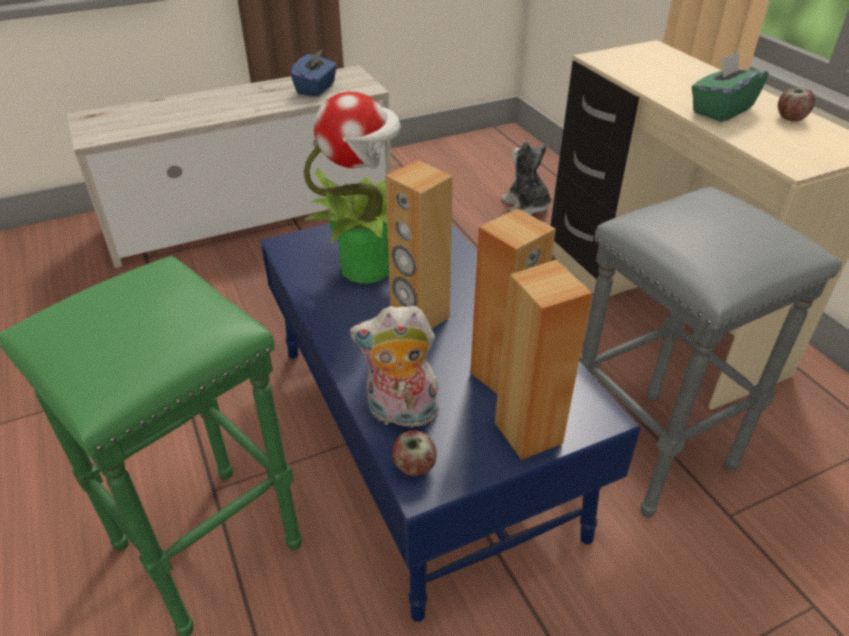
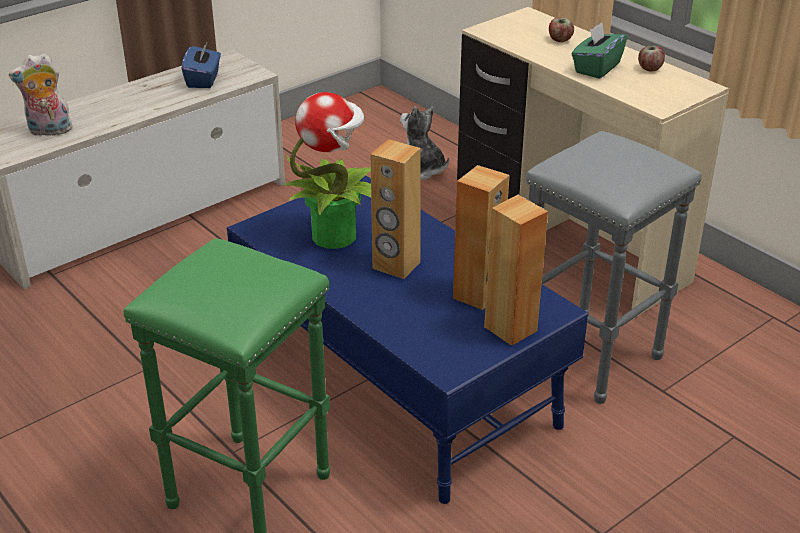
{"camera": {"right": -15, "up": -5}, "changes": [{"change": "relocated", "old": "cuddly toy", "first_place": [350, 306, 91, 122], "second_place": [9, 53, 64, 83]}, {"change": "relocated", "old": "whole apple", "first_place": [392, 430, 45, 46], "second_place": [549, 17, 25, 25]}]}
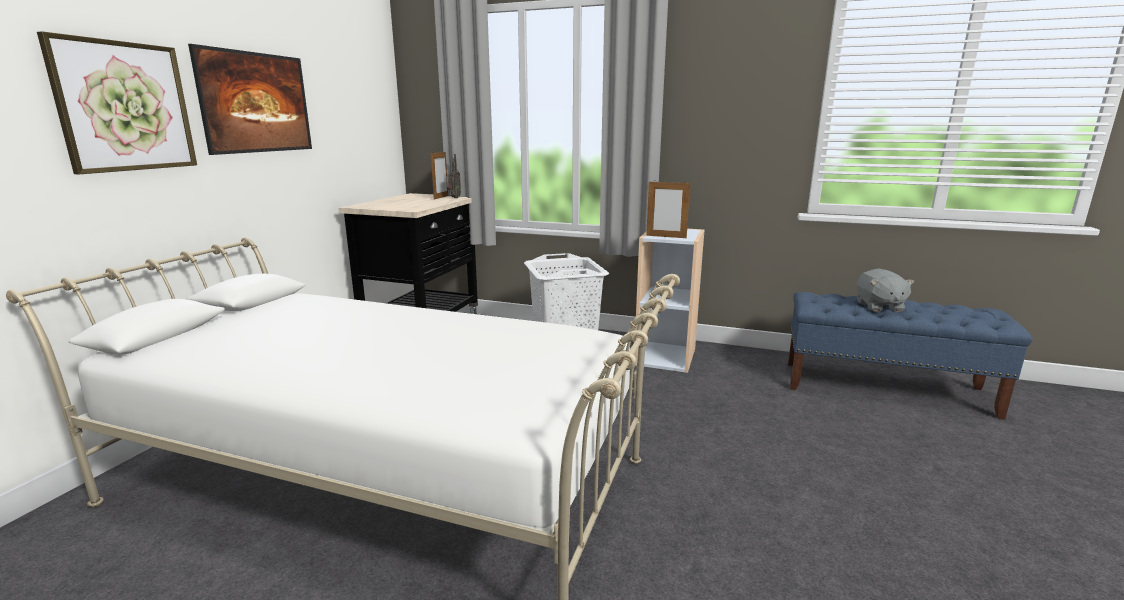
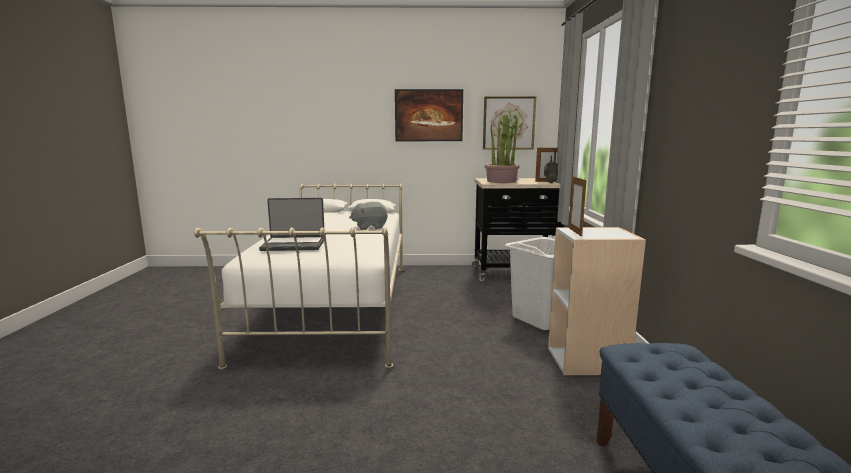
{"camera": {"right": 70, "up": -5}, "changes": [{"change": "appeared", "new": "laptop", "second_place": [259, 198, 65, 53]}, {"change": "relocated", "old": "greyish cuddly toy", "first_place": [857, 269, 58, 43], "second_place": [349, 202, 39, 28]}, {"change": "relocated", "old": "wall picture", "first_place": [37, 31, 160, 143], "second_place": [483, 96, 53, 54]}, {"change": "appeared", "new": "potted plant", "second_place": [485, 115, 35, 68]}]}
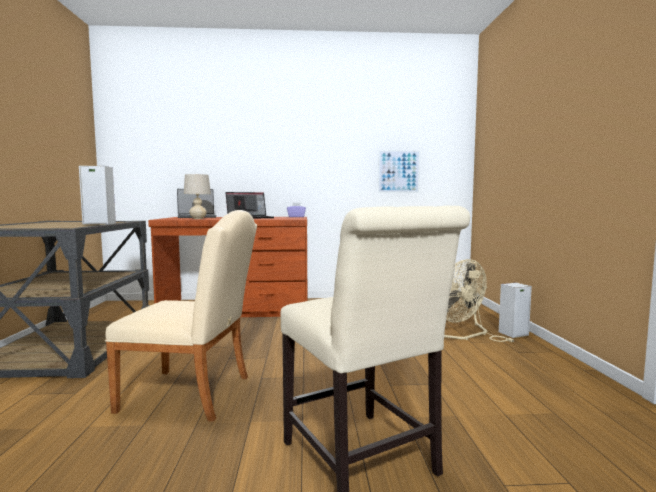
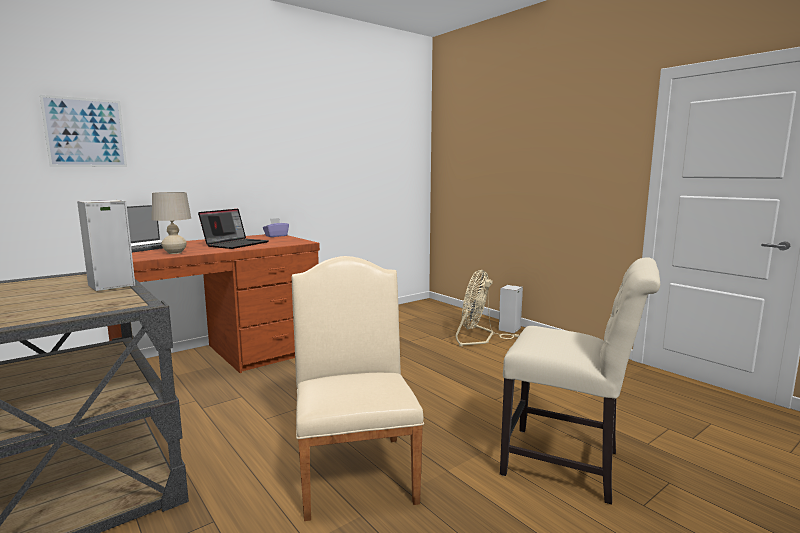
{"camera": {"right": -35, "up": 5}, "changes": [{"change": "relocated", "old": "wall picture", "first_place": [378, 150, 42, 43], "second_place": [40, 95, 87, 72]}, {"change": "spun", "old": "sand-coloured chair", "first_place": [105, 210, 152, 212], "second_place": [292, 256, 132, 265], "degrees": -75}]}
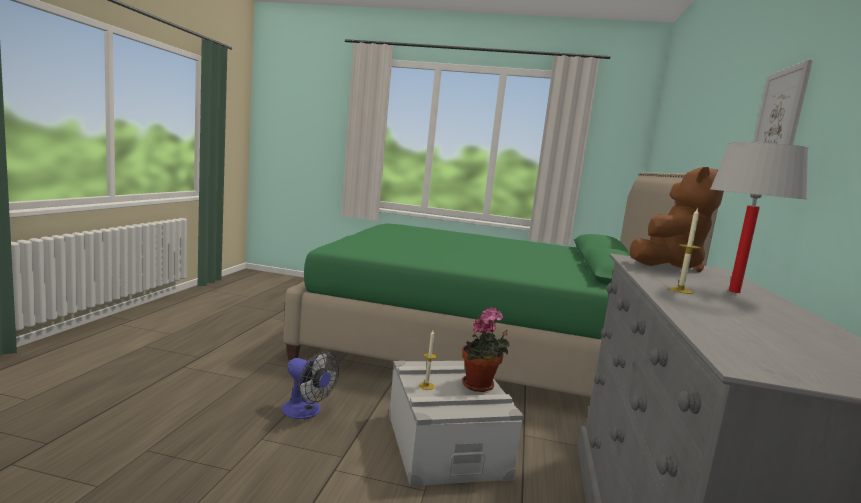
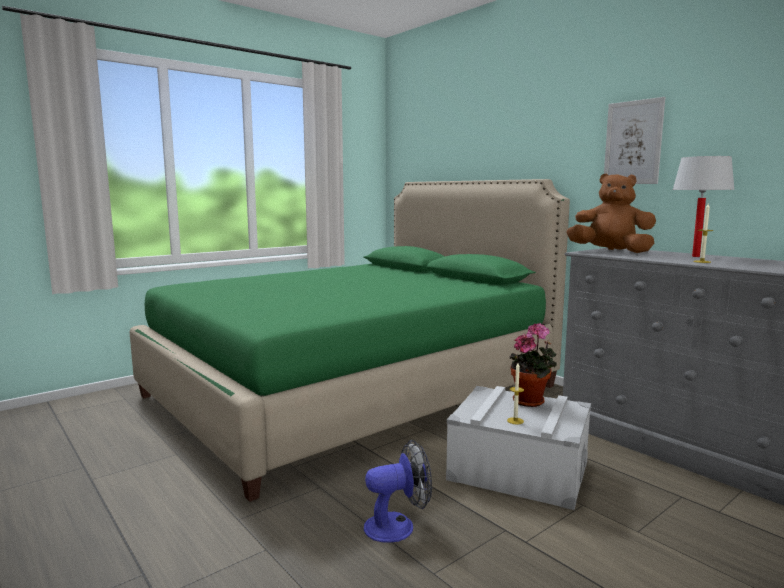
{"camera": {"right": -50, "up": 0}, "changes": [{"change": "spun", "old": "brown-coloured cuddly toy", "first_place": [630, 167, 94, 105], "second_place": [566, 173, 90, 80], "degrees": -60}]}
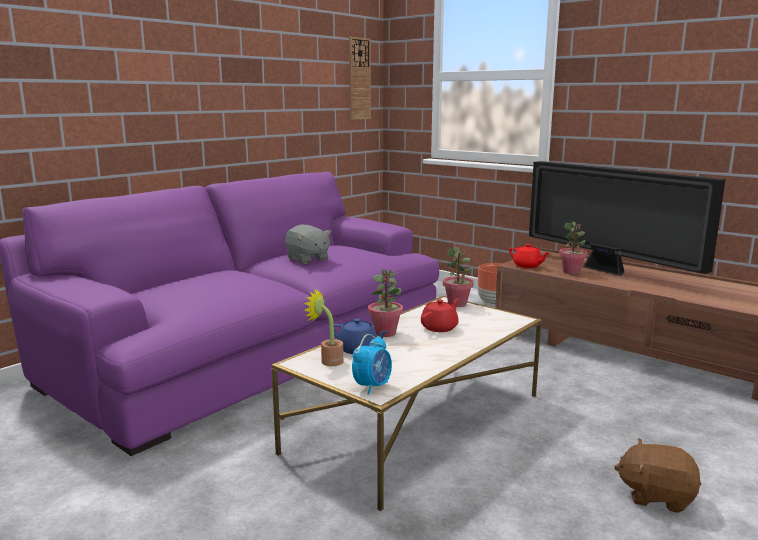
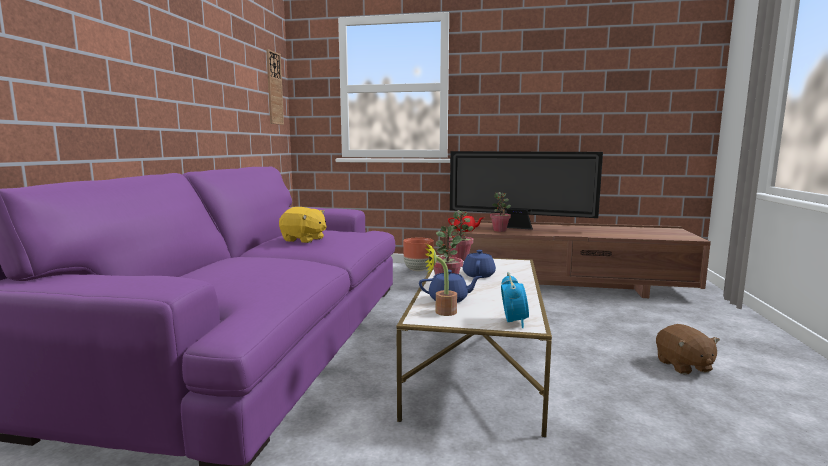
{"camera": {"right": -30, "up": -5}, "changes": [{"change": "colour", "old": "greyish cuddly toy", "new": "yellow cuddly toy", "first_place": [285, 225, 46, 39], "second_place": [279, 207, 47, 36]}, {"change": "colour", "old": "red-coloured teapot", "new": "blue-coloured teapot", "first_place": [421, 298, 38, 34], "second_place": [463, 250, 33, 28]}, {"change": "spun", "old": "brown-coloured cuddly toy", "first_place": [614, 438, 87, 75], "second_place": [656, 324, 64, 51], "degrees": -90}]}
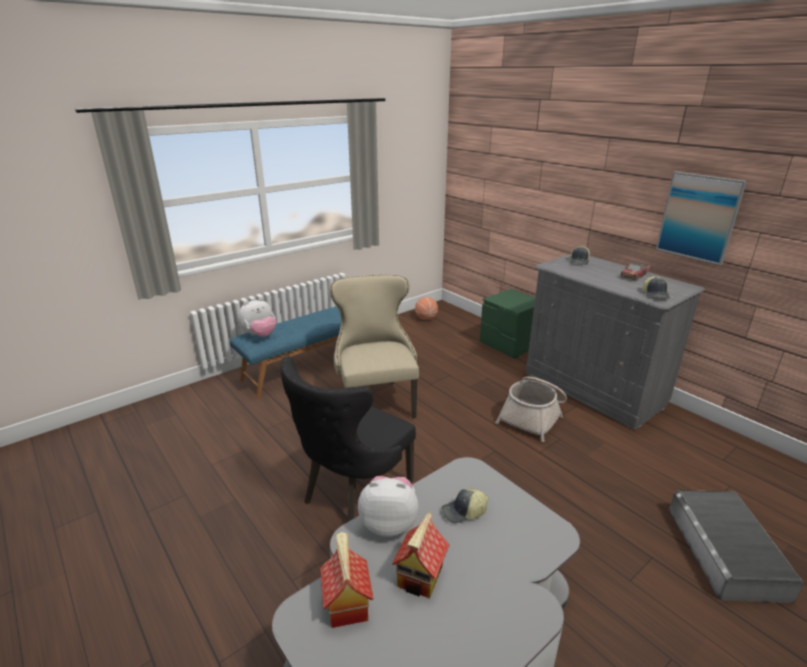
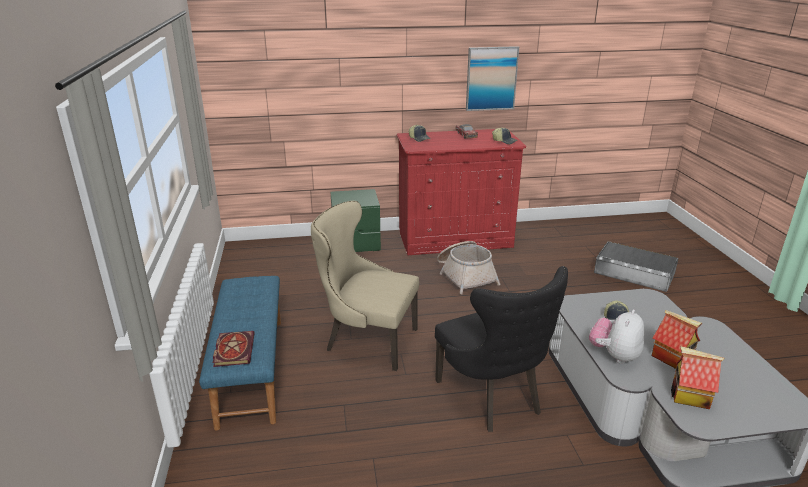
{"camera": {"right": -60, "up": 0}, "changes": [{"change": "exchanged", "old": "cuddly toy", "new": "volume", "first_place": [238, 298, 38, 39], "second_place": [213, 331, 42, 36]}, {"change": "colour", "old": "greyish dresser", "new": "red-coloured dresser", "first_place": [526, 254, 179, 176], "second_place": [396, 129, 130, 126]}, {"change": "missing", "old": "basketball", "first_place": [415, 297, 23, 23]}]}
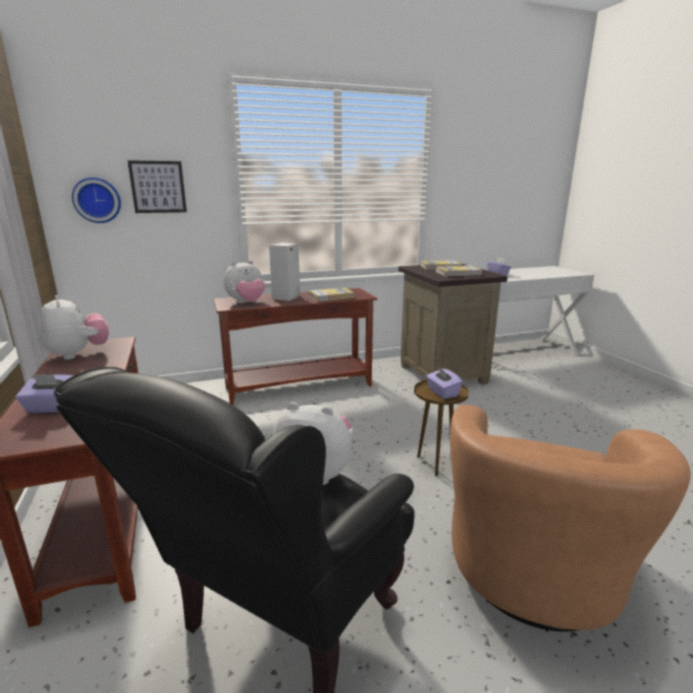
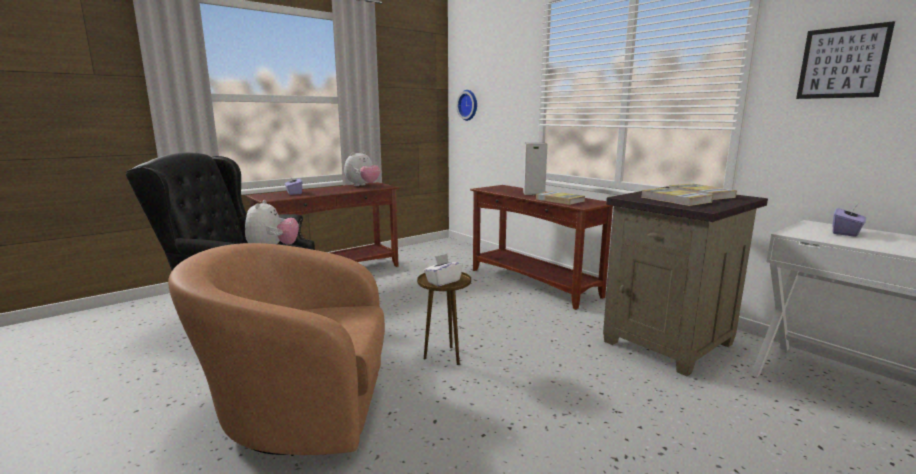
{"camera": {"right": 70, "up": -5}, "changes": [{"change": "colour", "old": "purplish tissue box", "new": "white-coloured tissue box", "first_place": [426, 366, 37, 33], "second_place": [424, 254, 39, 32]}, {"change": "relocated", "old": "wall picture", "first_place": [128, 160, 59, 53], "second_place": [796, 21, 99, 78]}, {"change": "missing", "old": "cuddly toy", "first_place": [224, 260, 41, 43]}]}
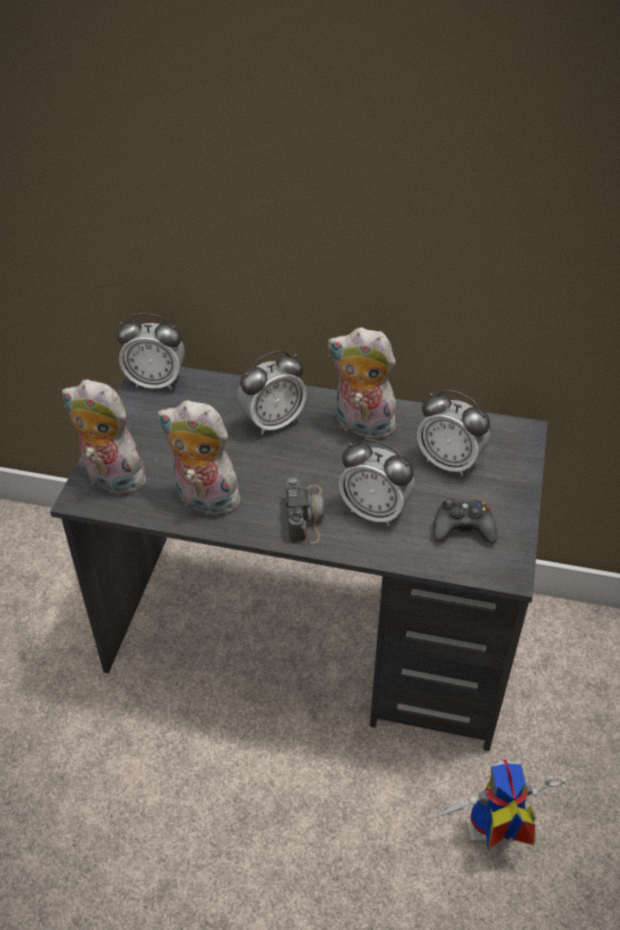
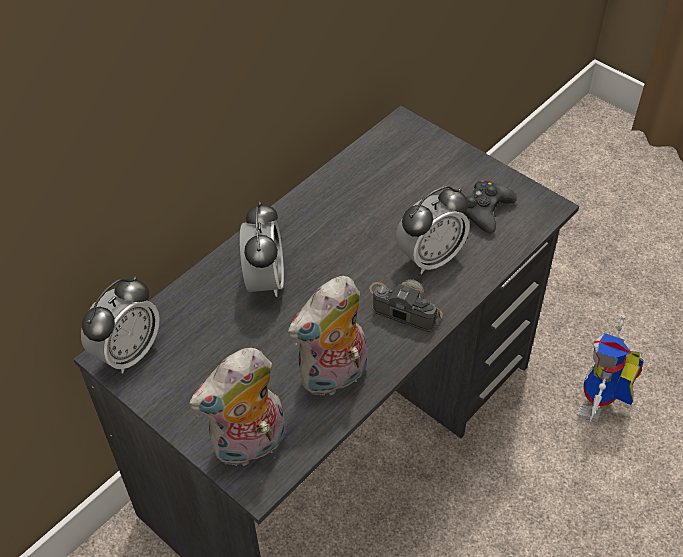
{"camera": {"right": -60, "up": 5}, "changes": [{"change": "missing", "old": "cuddly toy", "first_place": [328, 327, 71, 112]}, {"change": "missing", "old": "alarm clock", "first_place": [417, 390, 73, 86]}]}
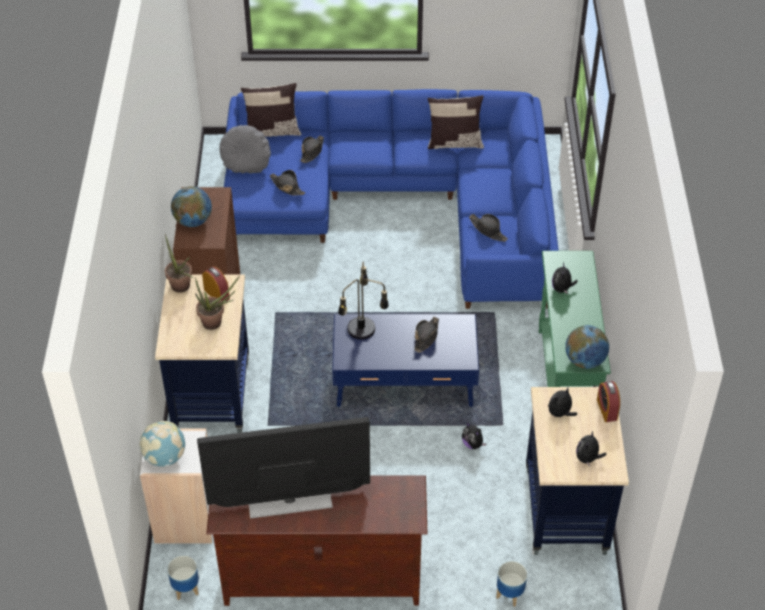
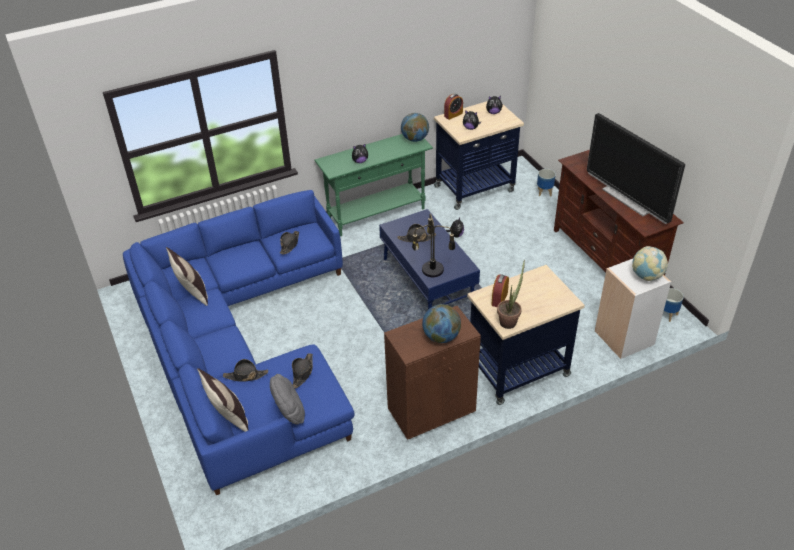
{"camera": {"right": -115, "up": -5}, "changes": [{"change": "missing", "old": "potted plant", "first_place": [195, 275, 45, 55]}]}
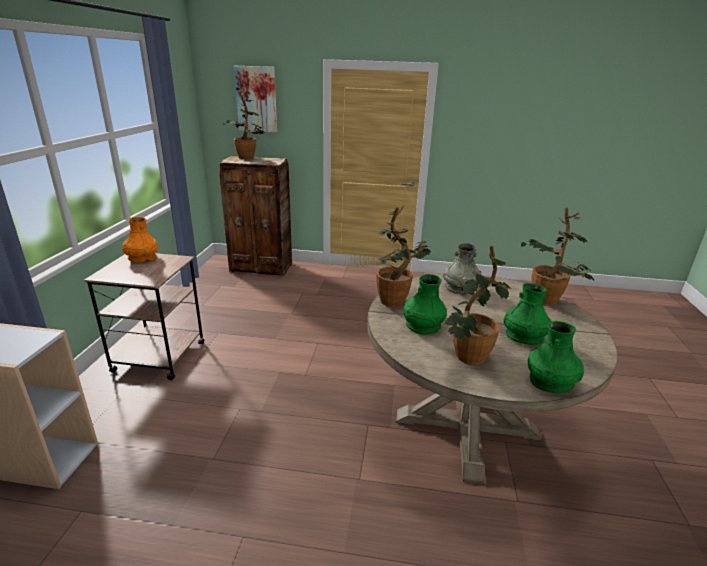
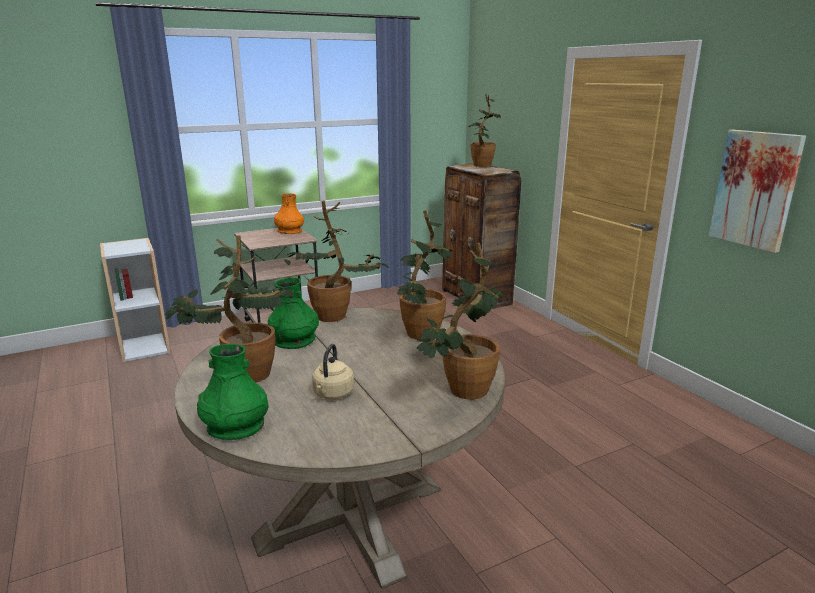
{"camera": {"right": 55, "up": -5}, "changes": [{"change": "exchanged", "old": "green vase", "new": "sand-coloured kettle", "first_place": [504, 283, 47, 62], "second_place": [312, 344, 42, 55]}, {"change": "exchanged", "old": "greyish vase", "new": "potted plant", "first_place": [443, 243, 38, 51], "second_place": [397, 210, 55, 130]}, {"change": "relocated", "old": "wall picture", "first_place": [234, 66, 43, 66], "second_place": [709, 130, 97, 123]}]}
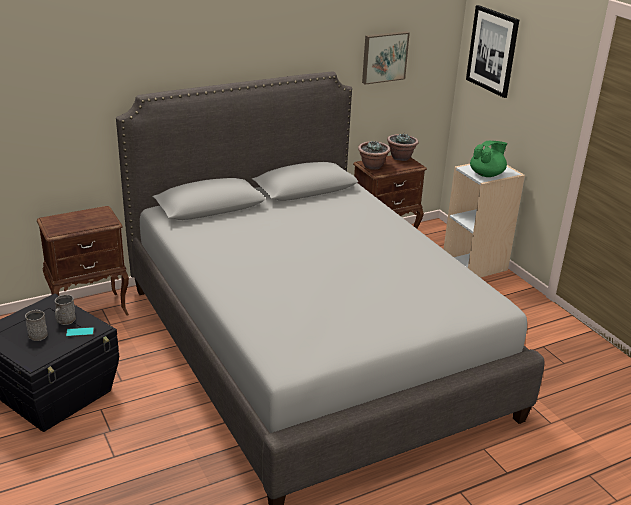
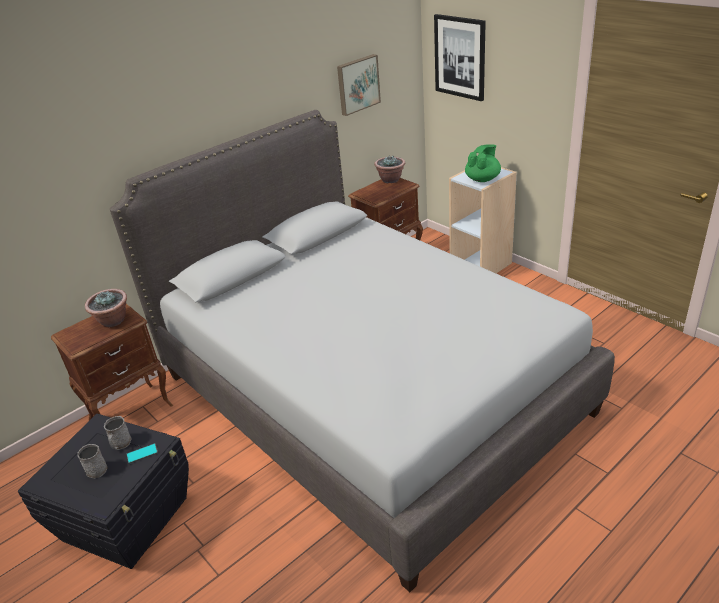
{"camera": {"right": -10, "up": 5}, "changes": [{"change": "relocated", "old": "potted plant", "first_place": [358, 141, 32, 29], "second_place": [85, 289, 42, 38]}]}
